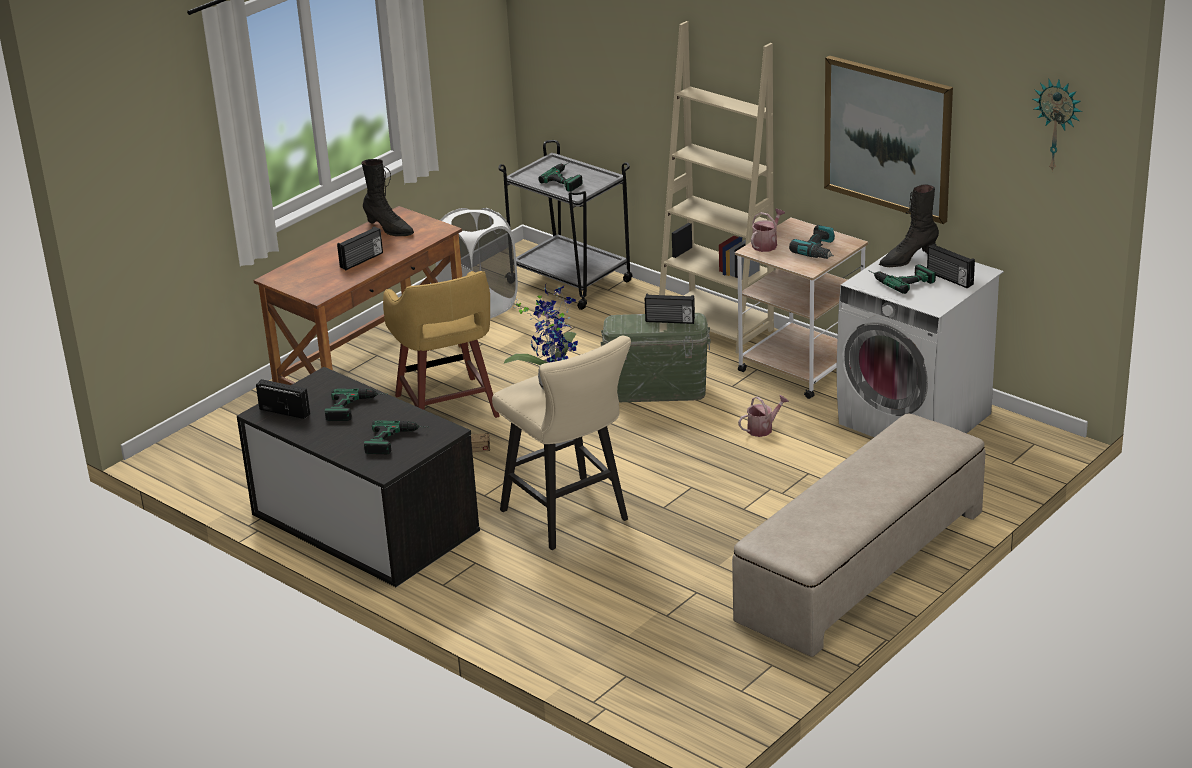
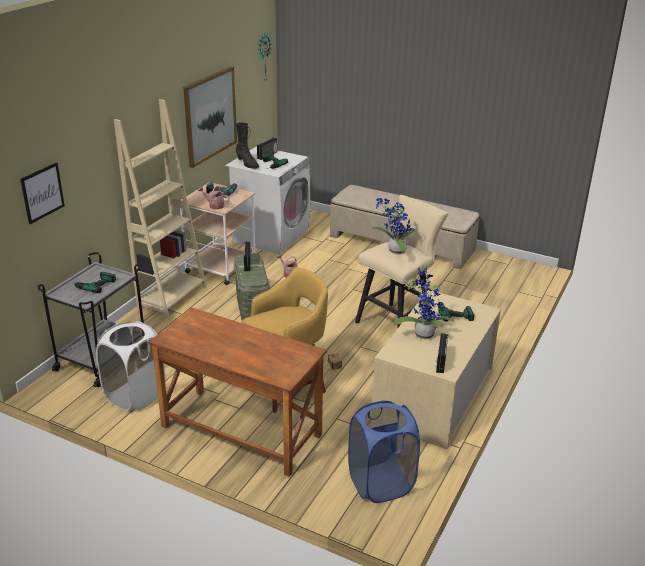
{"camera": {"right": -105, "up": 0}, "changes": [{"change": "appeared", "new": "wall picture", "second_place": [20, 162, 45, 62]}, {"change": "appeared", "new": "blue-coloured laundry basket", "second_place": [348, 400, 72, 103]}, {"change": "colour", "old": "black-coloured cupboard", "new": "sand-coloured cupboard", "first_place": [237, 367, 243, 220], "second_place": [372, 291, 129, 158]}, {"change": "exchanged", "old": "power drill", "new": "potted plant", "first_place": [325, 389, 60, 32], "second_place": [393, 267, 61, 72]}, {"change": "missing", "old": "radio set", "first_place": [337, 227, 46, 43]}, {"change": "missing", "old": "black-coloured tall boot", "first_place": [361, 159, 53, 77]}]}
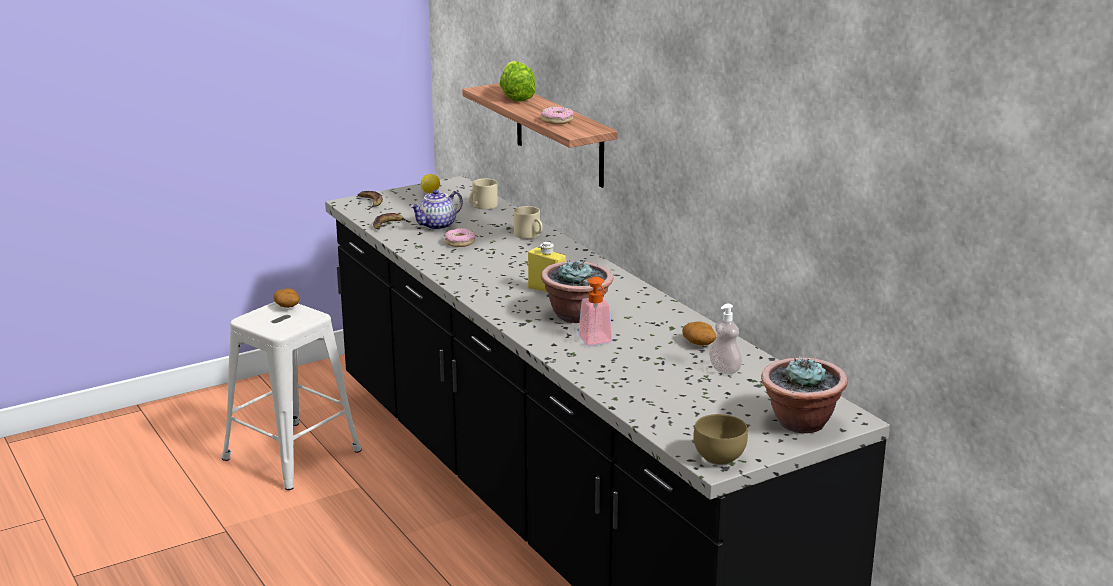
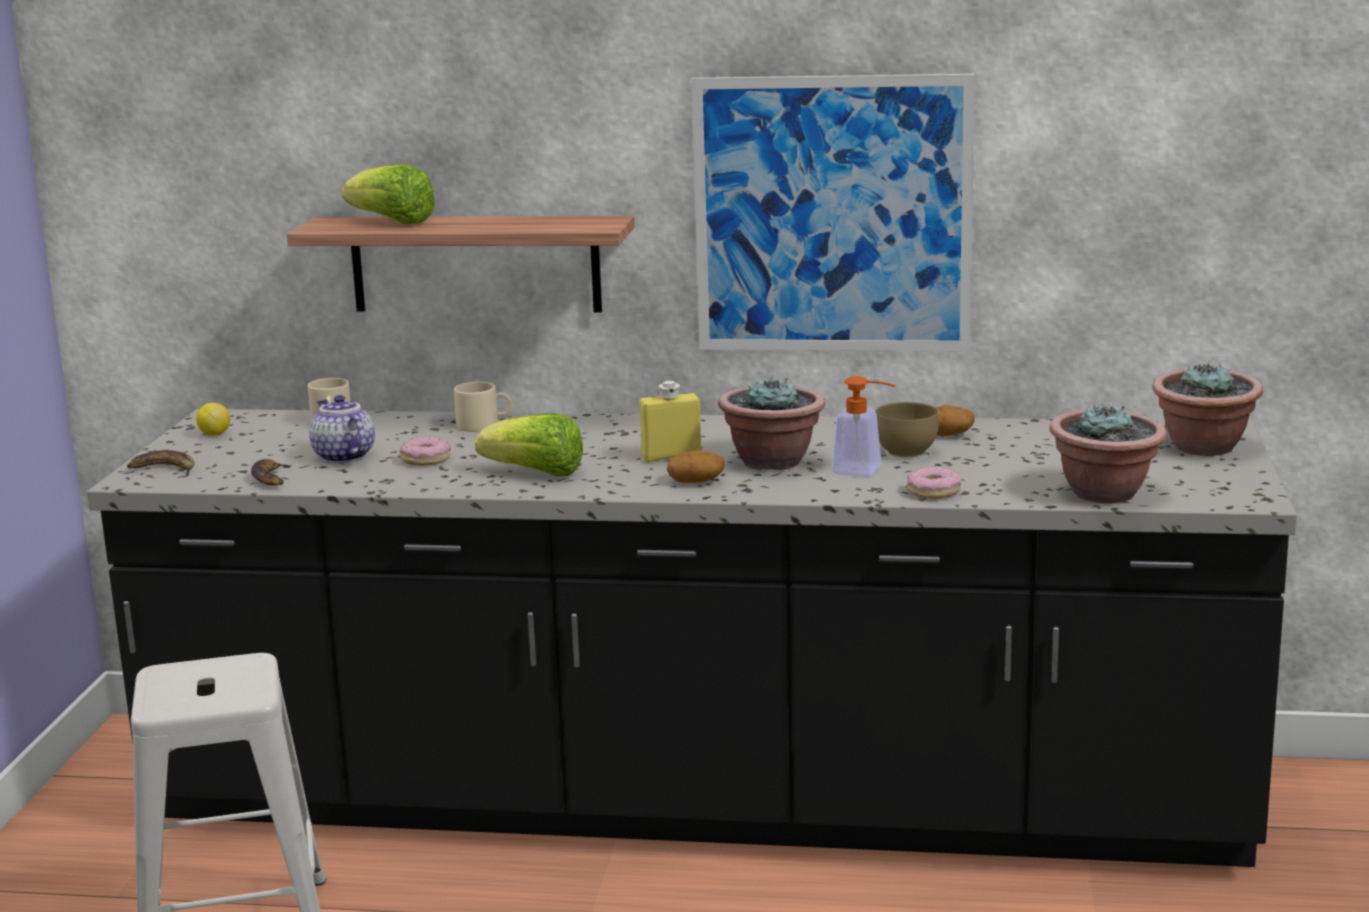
{"camera": {"right": -50, "up": -5}, "changes": [{"change": "spun", "old": "teapot", "first_place": [410, 190, 53, 40], "second_place": [309, 395, 66, 68], "degrees": 150}, {"change": "appeared", "new": "head of lettuce", "second_place": [475, 413, 108, 63]}, {"change": "relocated", "old": "whole potato", "first_place": [274, 288, 25, 20], "second_place": [667, 450, 58, 33]}, {"change": "appeared", "new": "wall picture", "second_place": [691, 74, 284, 278]}, {"change": "relocated", "old": "brown-coloured deep dish", "first_place": [693, 414, 55, 51], "second_place": [876, 402, 63, 55]}, {"change": "relocated", "old": "donut", "first_place": [541, 107, 33, 17], "second_place": [907, 466, 54, 33]}, {"change": "appeared", "new": "potted plant", "second_place": [1049, 402, 118, 101]}, {"change": "missing", "old": "liquid soap bottle", "first_place": [709, 304, 33, 70]}]}
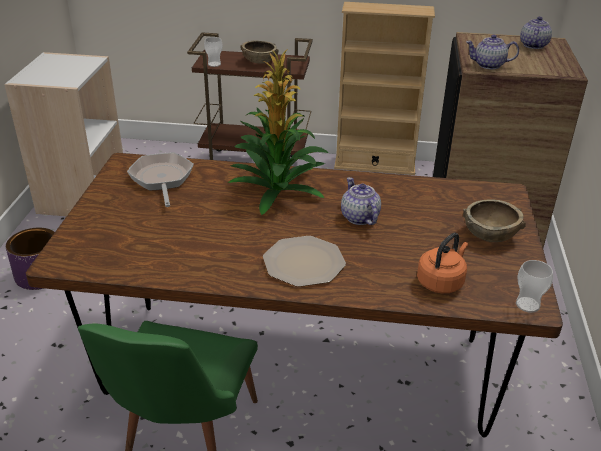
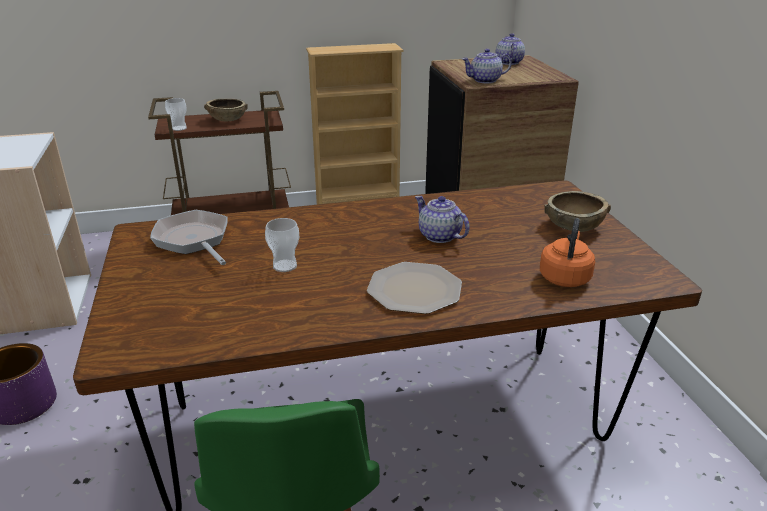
{"camera": {"right": -20, "up": -5}, "changes": [{"change": "relocated", "old": "drinking cup", "first_place": [516, 260, 37, 53], "second_place": [265, 218, 34, 54]}, {"change": "missing", "old": "potted plant", "first_place": [228, 49, 101, 166]}]}
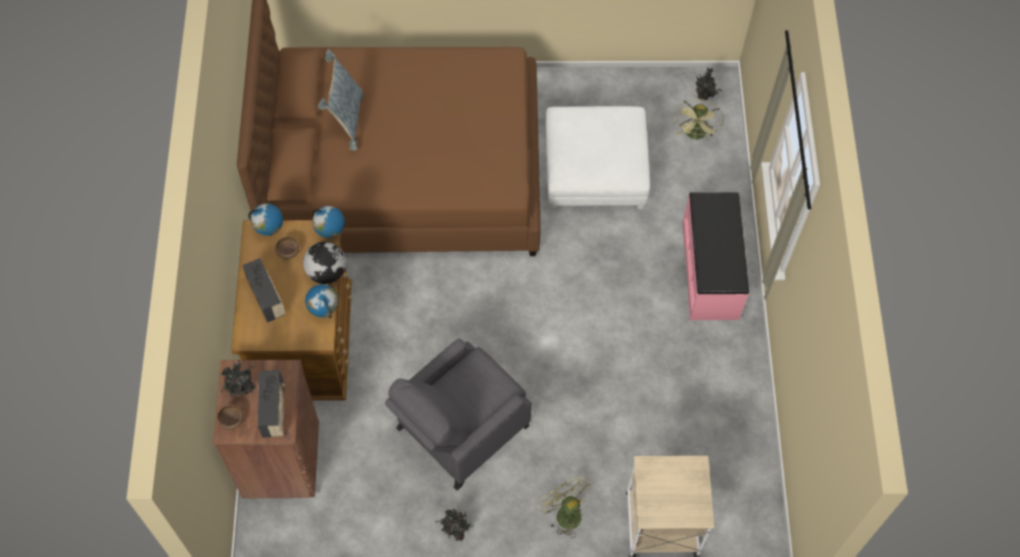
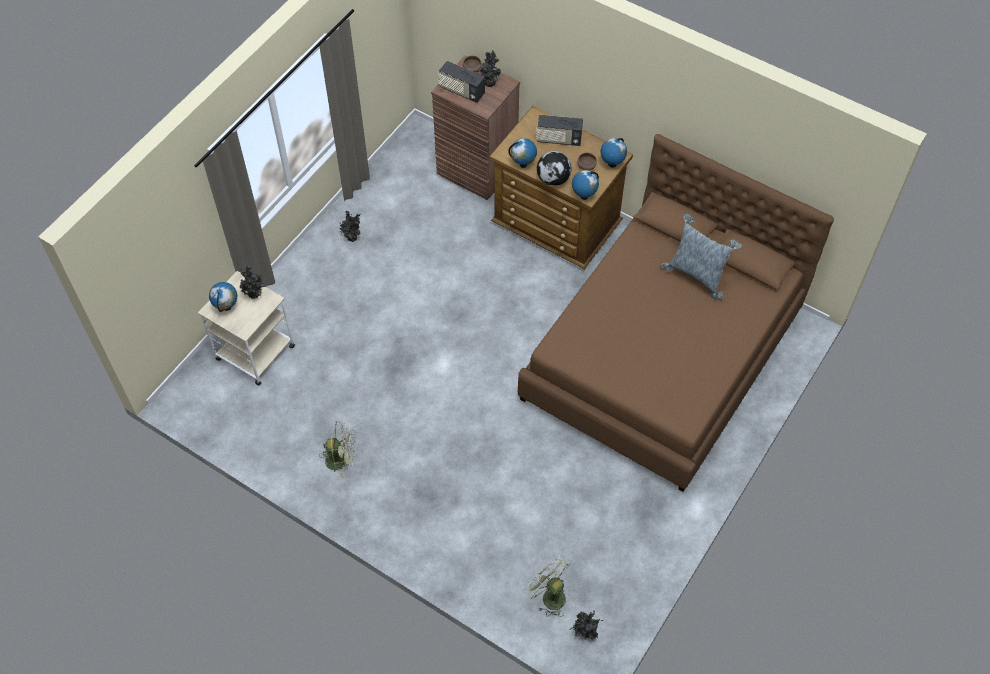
{"camera": {"right": 125, "up": -5}, "changes": [{"change": "appeared", "new": "world globe", "second_place": [209, 282, 28, 30]}, {"change": "appeared", "new": "potted plant", "second_place": [240, 265, 25, 34]}, {"change": "relocated", "old": "green electric fan", "first_place": [538, 475, 53, 63], "second_place": [319, 421, 36, 57]}, {"change": "missing", "old": "greyish lounge chair", "first_place": [385, 339, 147, 152]}, {"change": "missing", "old": "white-coloured pouffe", "first_place": [545, 106, 105, 104]}, {"change": "missing", "old": "pink-coloured bench", "first_place": [682, 192, 67, 128]}]}
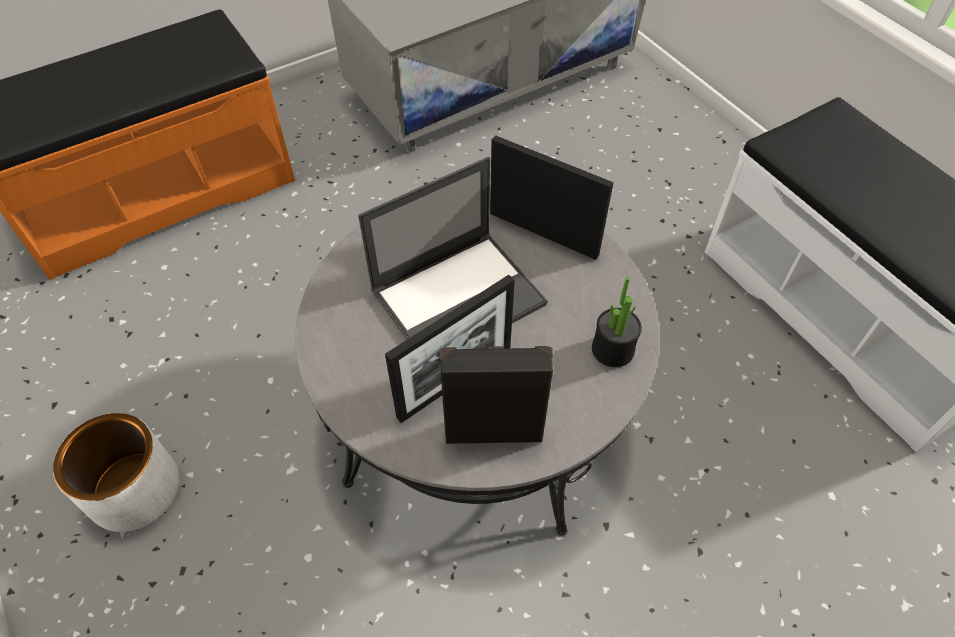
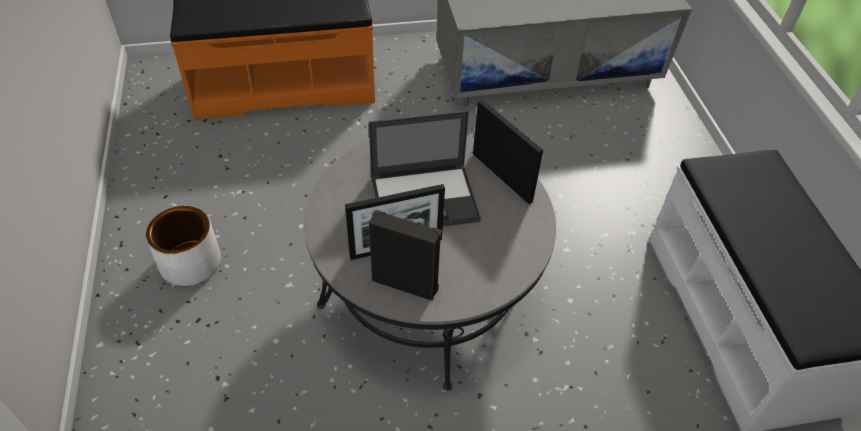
{"camera": {"right": 20, "up": -5}, "changes": [{"change": "missing", "old": "potted plant", "first_place": [592, 277, 50, 90]}]}
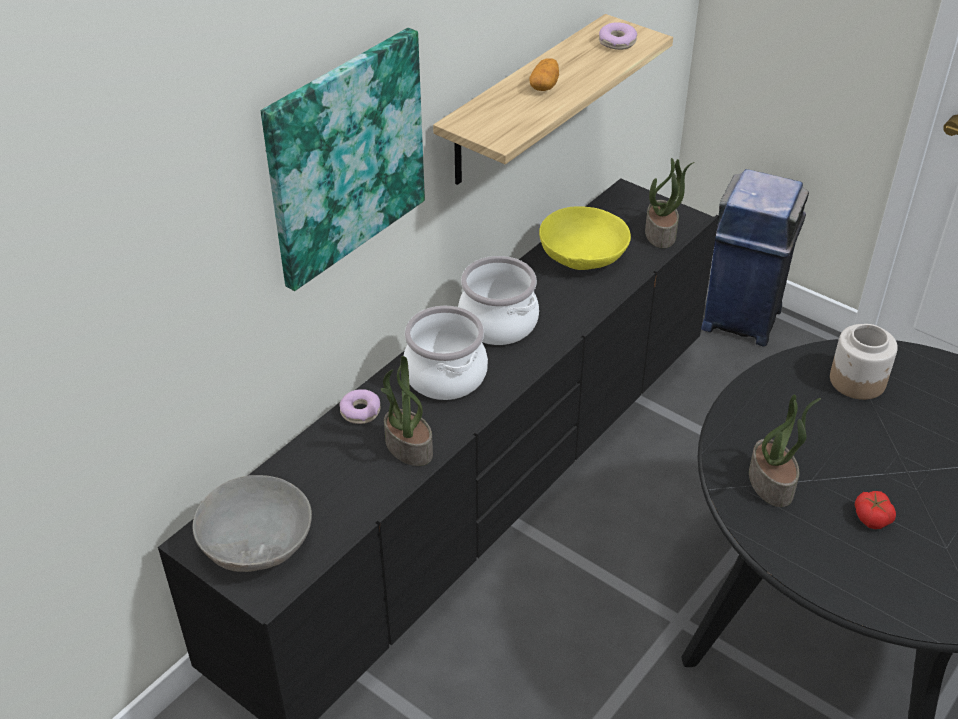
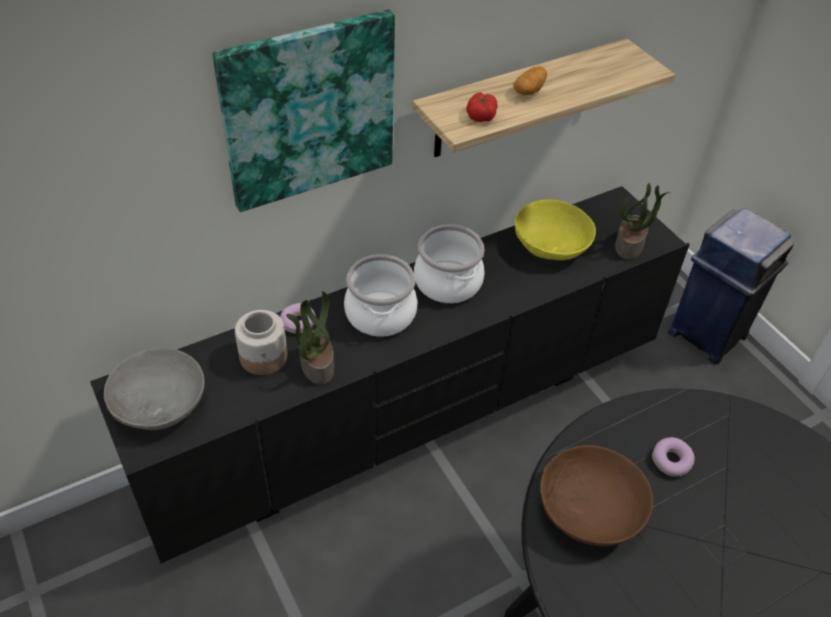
{"camera": {"right": 20, "up": 5}, "changes": [{"change": "relocated", "old": "storage jar", "first_place": [830, 324, 68, 76], "second_place": [235, 310, 53, 65]}, {"change": "relocated", "old": "whole tomato", "first_place": [855, 491, 41, 38], "second_place": [466, 92, 32, 30]}, {"change": "exchanged", "old": "potted plant", "new": "brown-coloured deep dish", "first_place": [749, 395, 72, 112], "second_place": [540, 445, 113, 101]}, {"change": "relocated", "old": "donut", "first_place": [599, 22, 38, 28], "second_place": [652, 437, 43, 40]}]}
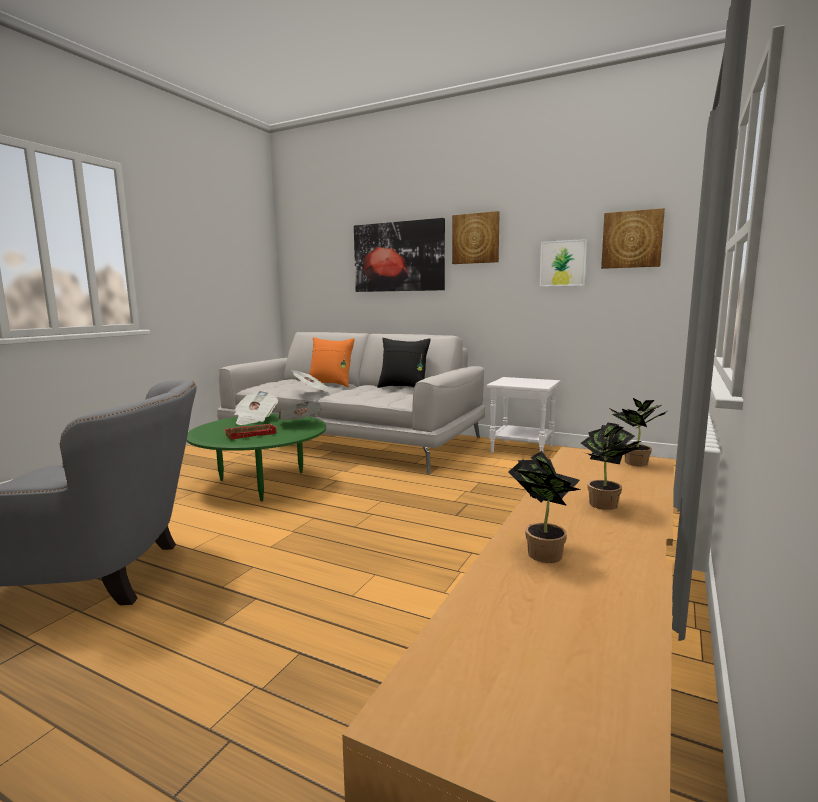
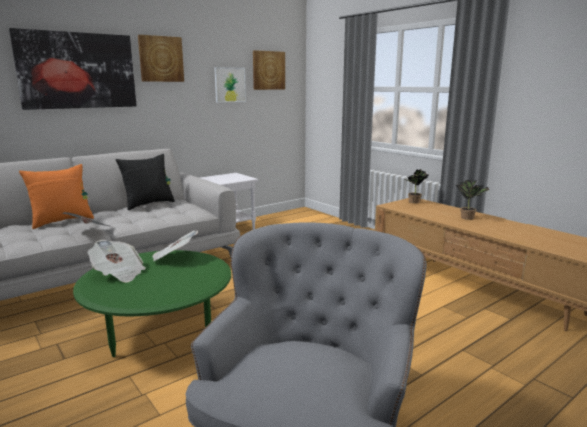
{"camera": {"right": -65, "up": 5}, "changes": [{"change": "missing", "old": "red-coloured serving tray", "first_place": [223, 424, 54, 16]}, {"change": "missing", "old": "potted plant", "first_place": [508, 451, 74, 112]}]}
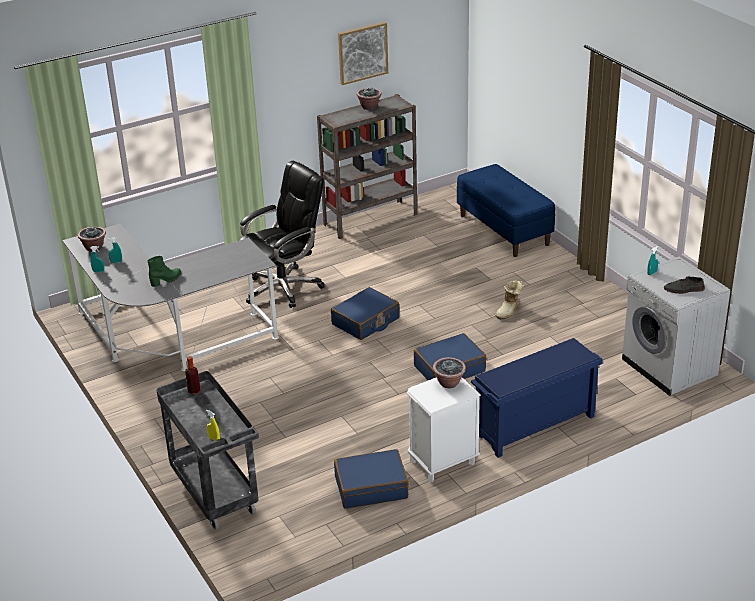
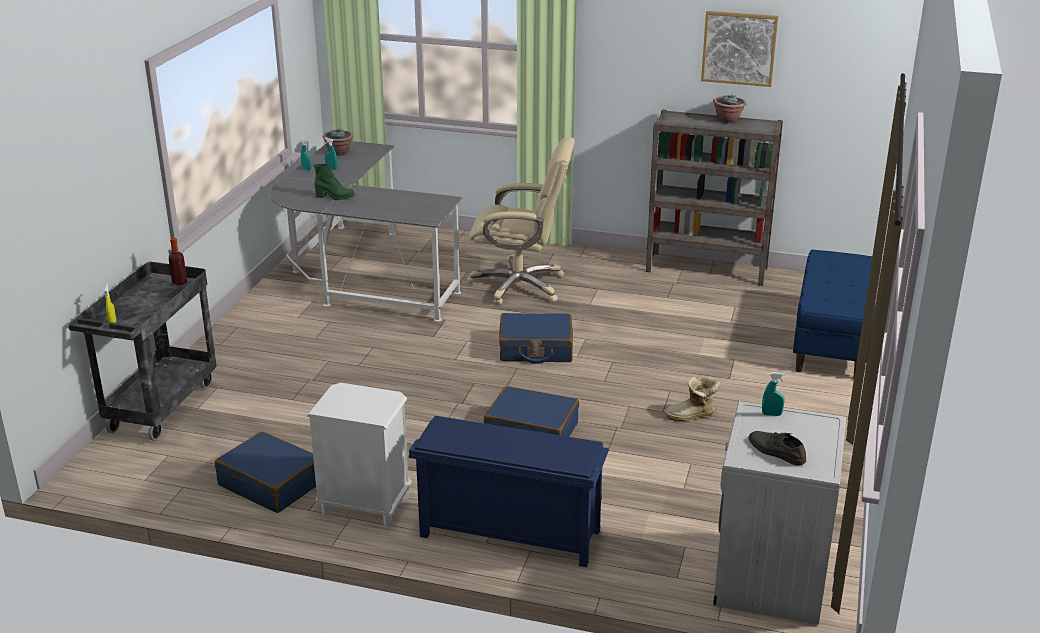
{"camera": {"right": 45, "up": -5}, "changes": [{"change": "colour", "old": "black-coloured office chair", "new": "sand-coloured office chair", "first_place": [238, 161, 87, 147], "second_place": [467, 137, 108, 168]}, {"change": "missing", "old": "potted plant", "first_place": [433, 357, 33, 31]}]}
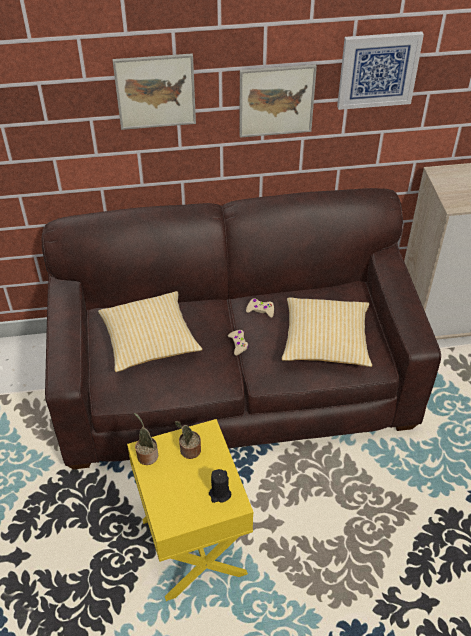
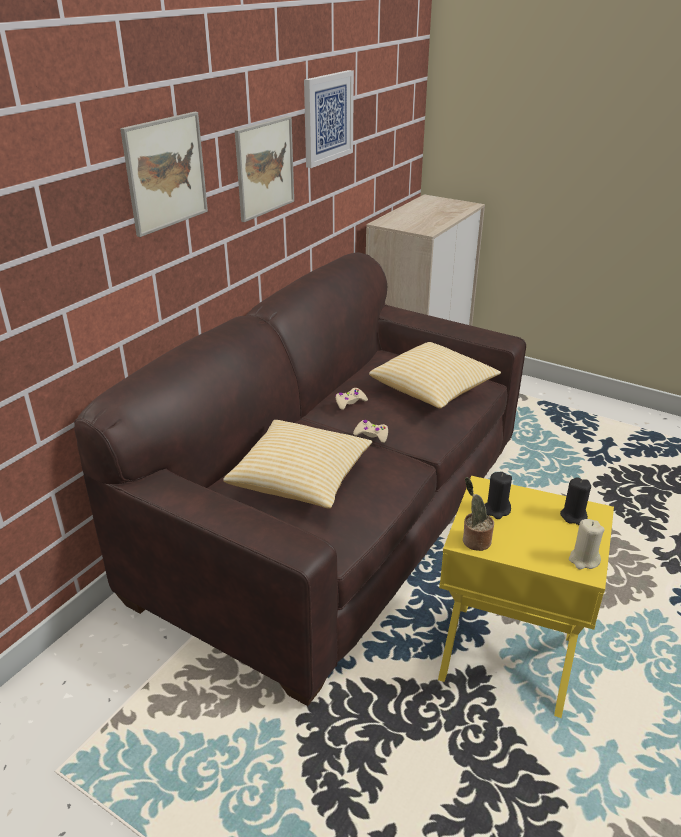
{"camera": {"right": -50, "up": -15}, "changes": [{"change": "exchanged", "old": "potted plant", "new": "black-coloured wax candle", "first_place": [175, 421, 26, 38], "second_place": [485, 472, 27, 47]}, {"change": "appeared", "new": "sand-coloured wax candle", "second_place": [569, 519, 36, 50]}]}
